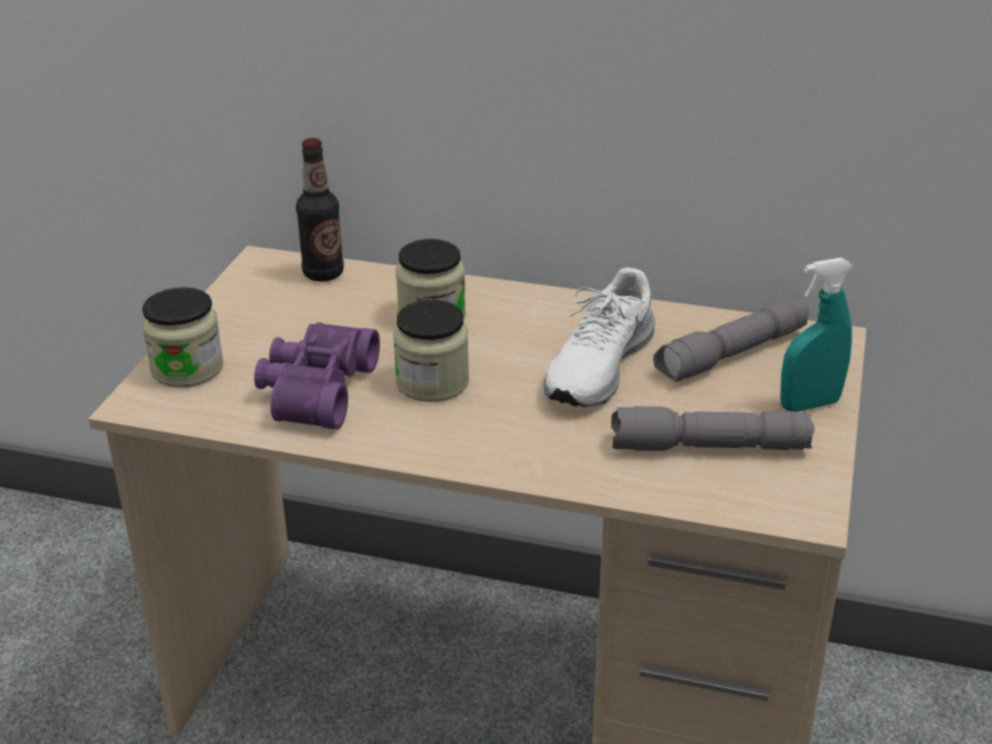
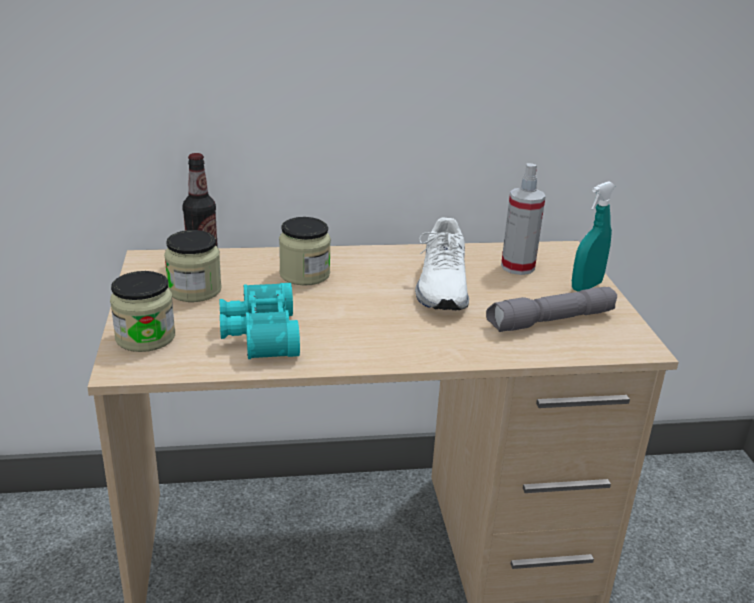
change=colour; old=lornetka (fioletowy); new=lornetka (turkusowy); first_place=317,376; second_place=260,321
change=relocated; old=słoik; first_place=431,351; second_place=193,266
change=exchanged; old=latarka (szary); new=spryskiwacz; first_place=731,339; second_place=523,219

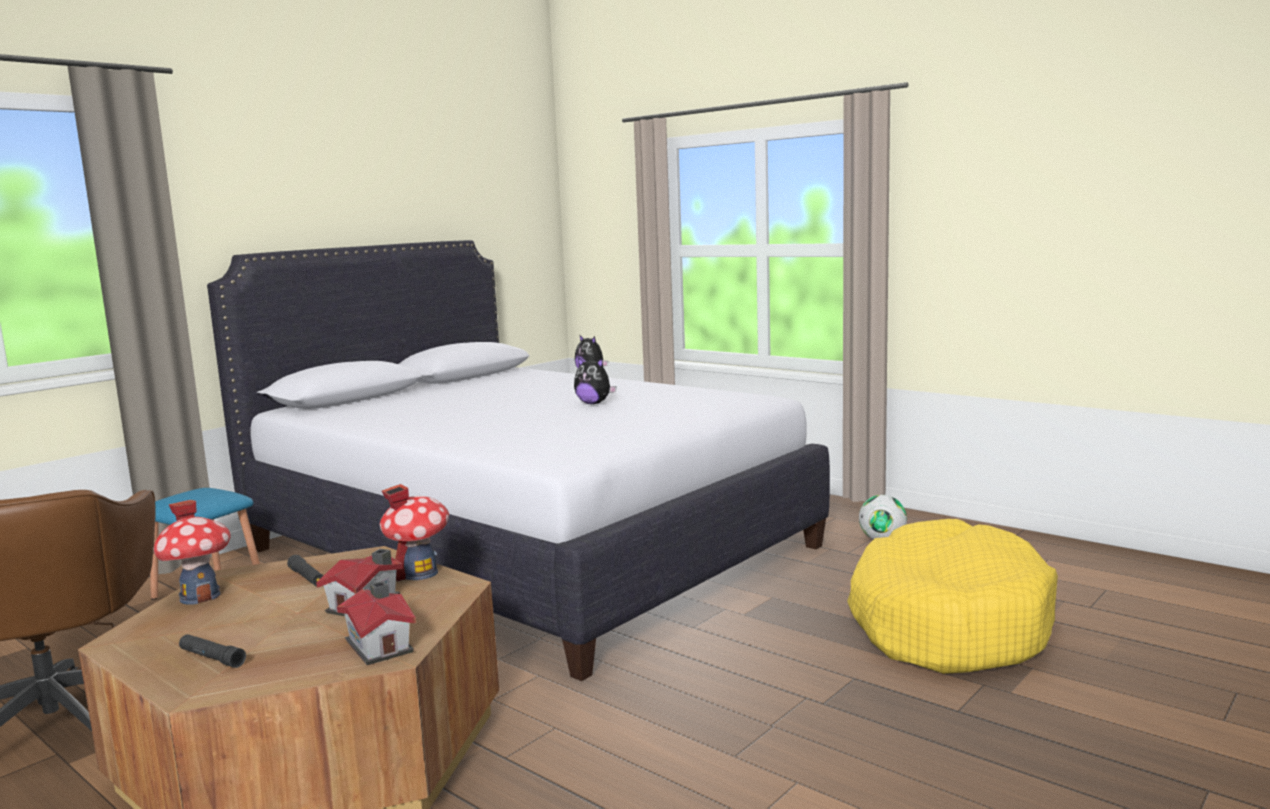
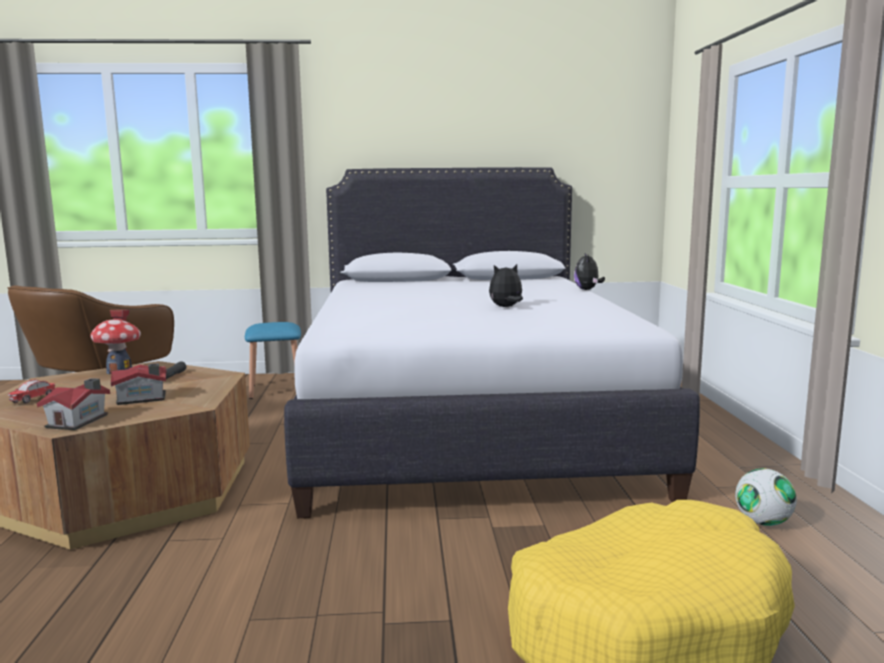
change=exchanged; old=latarka (czarny); new=samochodzik; first_place=212,651; second_place=31,392
change=missing; old=domek; first_place=414,532
change=spun; old=pluszak; first_place=595,380; second_place=506,285; degrees=90

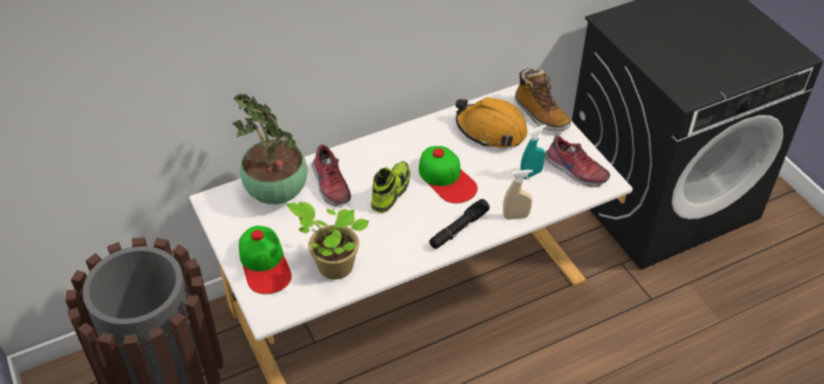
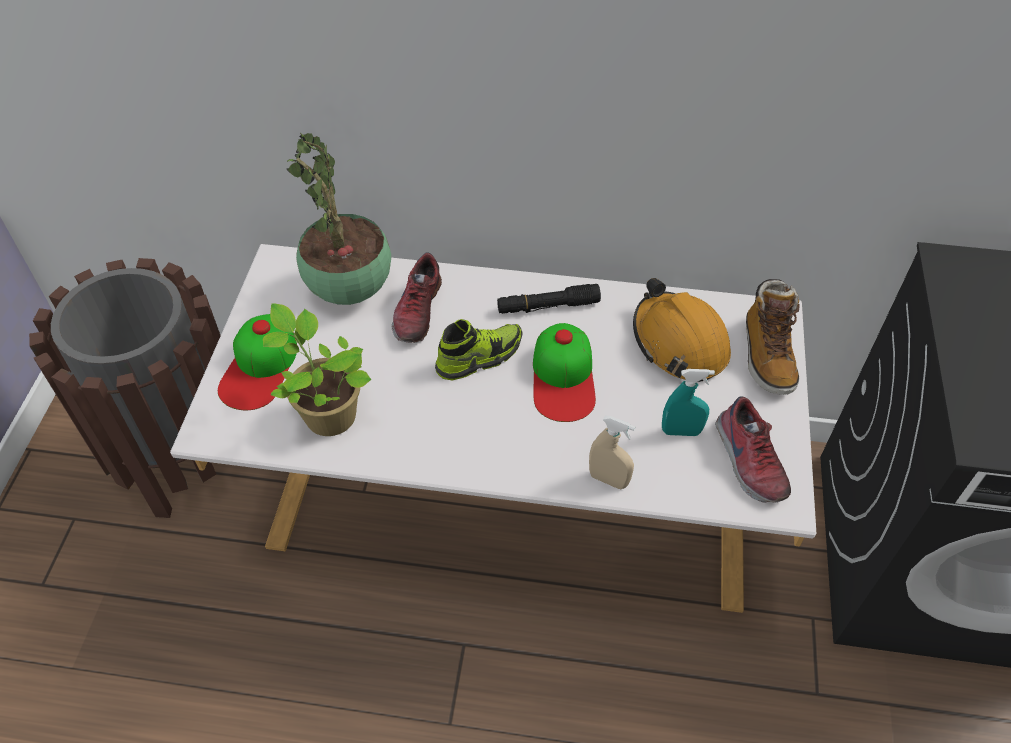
change=relocated; old=latarka (czarny); first_place=459,224; second_place=549,299

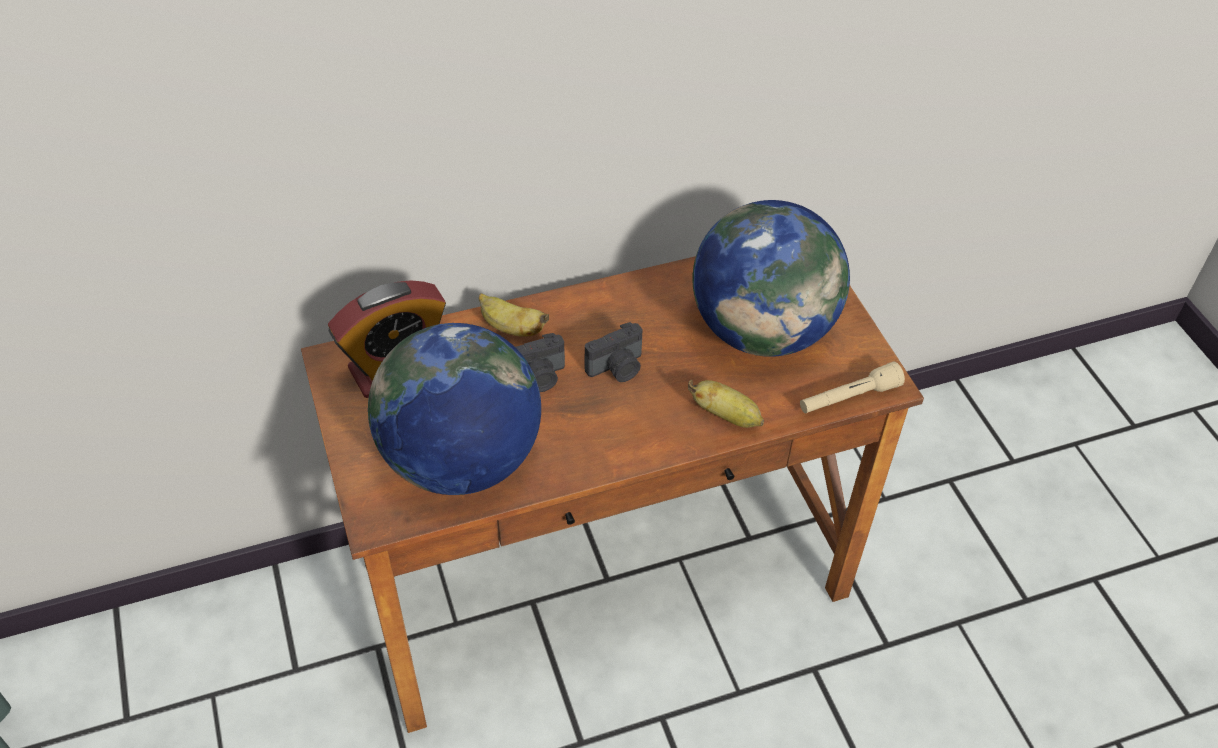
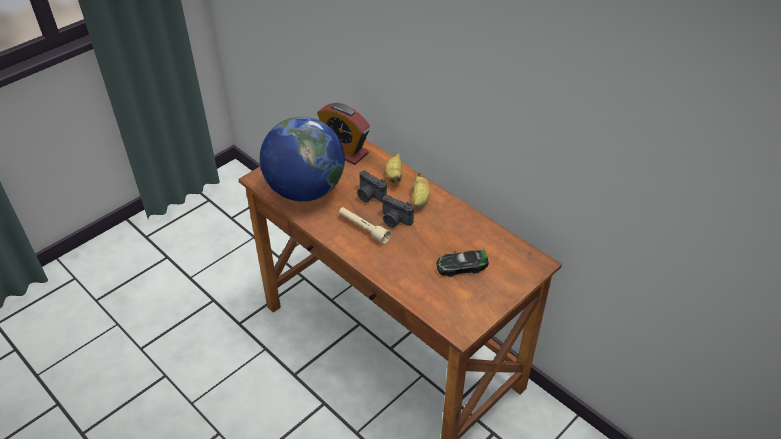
change=relocated; old=banan; first_place=726,404; second_place=421,190
change=exchanged; old=globus; new=samochodzik; first_place=771,278; second_place=462,263
change=relocated; old=latarka (beżowy); first_place=852,387; second_place=365,225

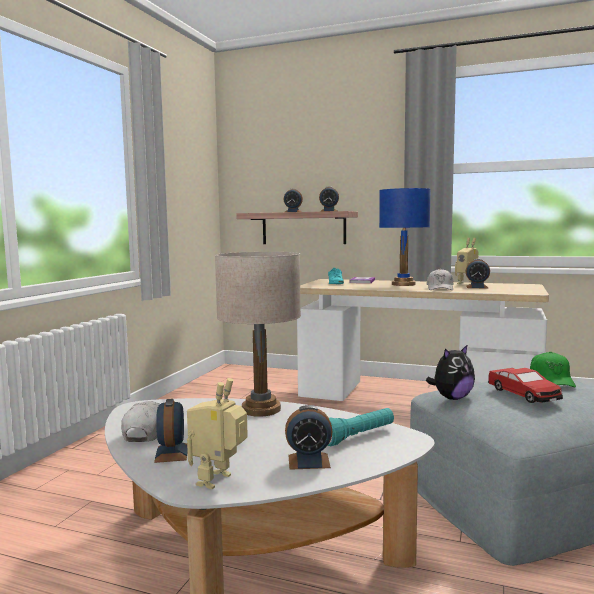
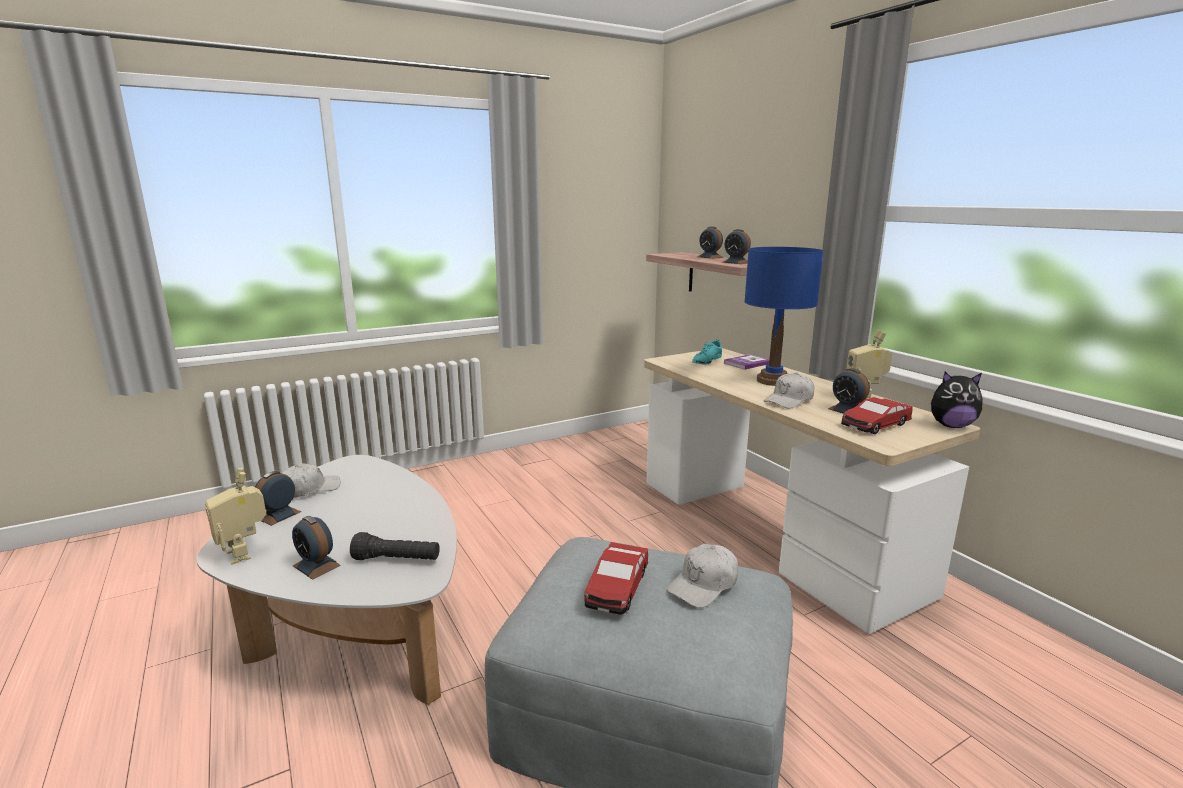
change=spun; old=robot zabawkowy; first_place=217,433; second_place=235,516; degrees=-105
change=missing; old=lampa stołowa (beżowy); first_place=258,334
change=colour; old=latarka (turkusowy); new=latarka (czarny); first_place=360,427; second_place=395,546
change=relocated; old=pluszak; first_place=450,372; second_place=956,400
change=colour; old=czapka z daszkiem (zielony); new=czapka z daszkiem (biały); first_place=553,369; second_place=702,576
change=appeared; new=samochodzik; second_place=876,415

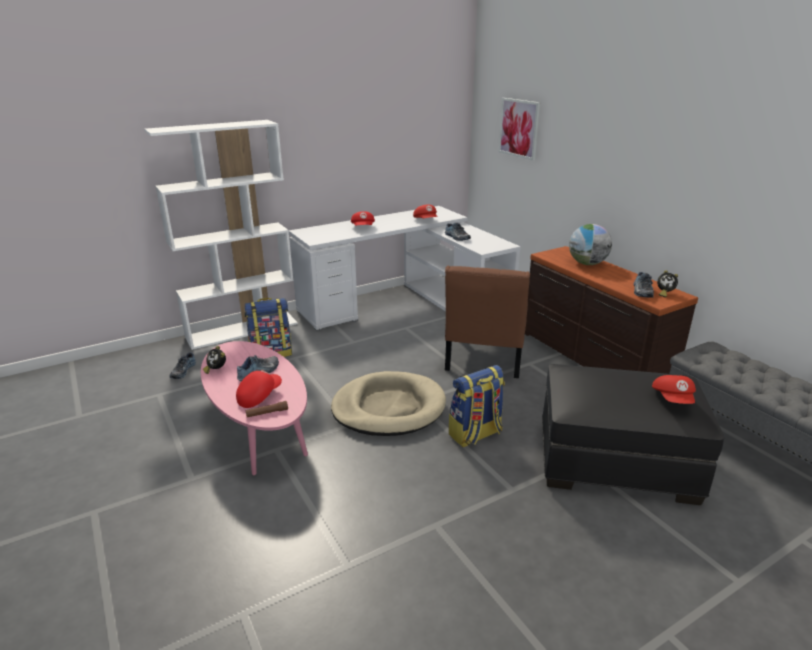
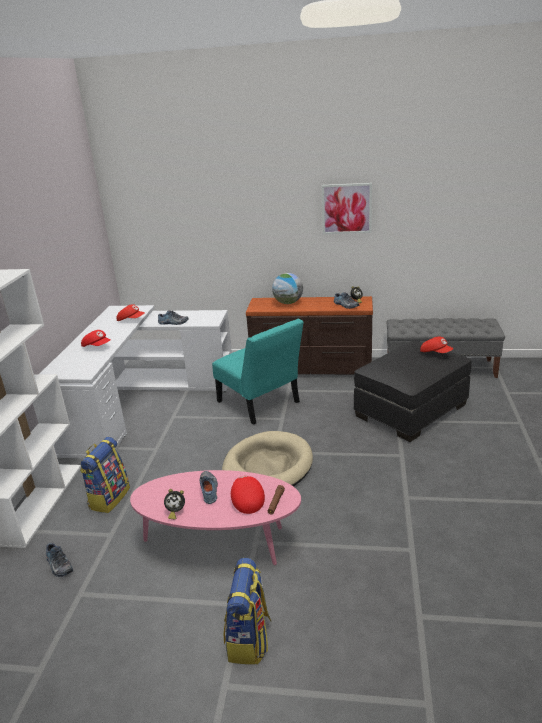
change=colour; old=krzesło (brązowy); new=krzesło (turkusowy); first_place=487,322; second_place=257,372
change=relocated; old=plecak; first_place=477,406; second_place=248,611
change=relocated; old=obraz; first_place=519,129; second_place=347,208

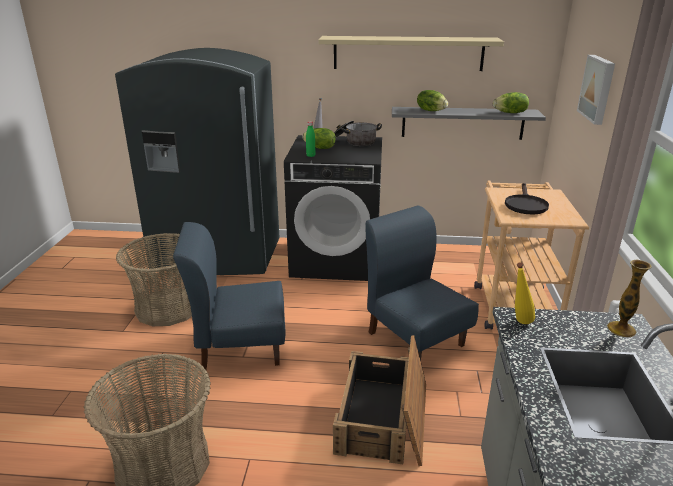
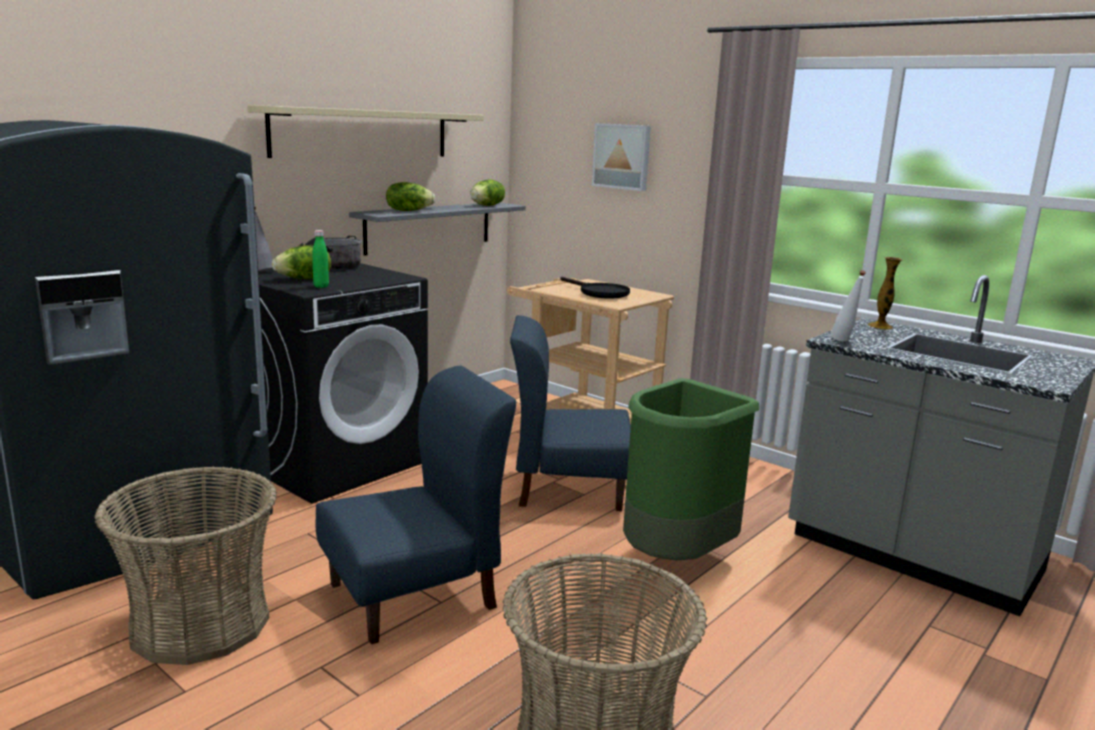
change=spun; old=krzesło (niebieski); first_place=229,296; second_place=416,505; degrees=-150
change=exchanged; old=skrzynka; new=kosz na śmieci (zielony); first_place=379,400; second_place=691,469
change=colour; old=butelka (żółty); new=butelka (biały); first_place=525,293; second_place=848,306

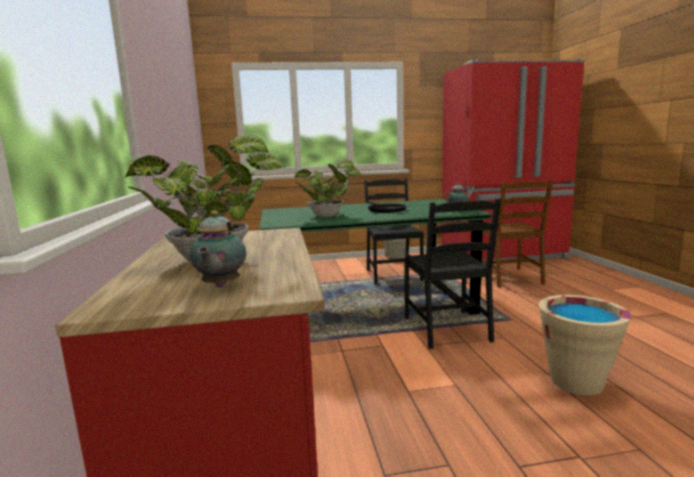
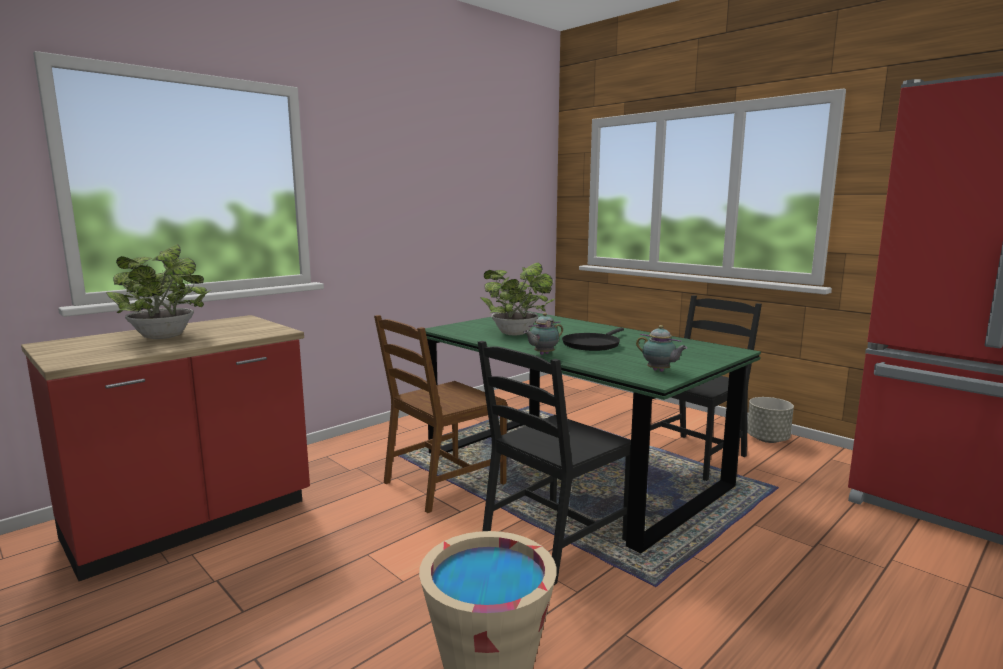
change=relocated; old=imbryk; first_place=218,249; second_place=543,334
change=relocated; old=krzesło (brązowy); first_place=517,234; second_place=440,414

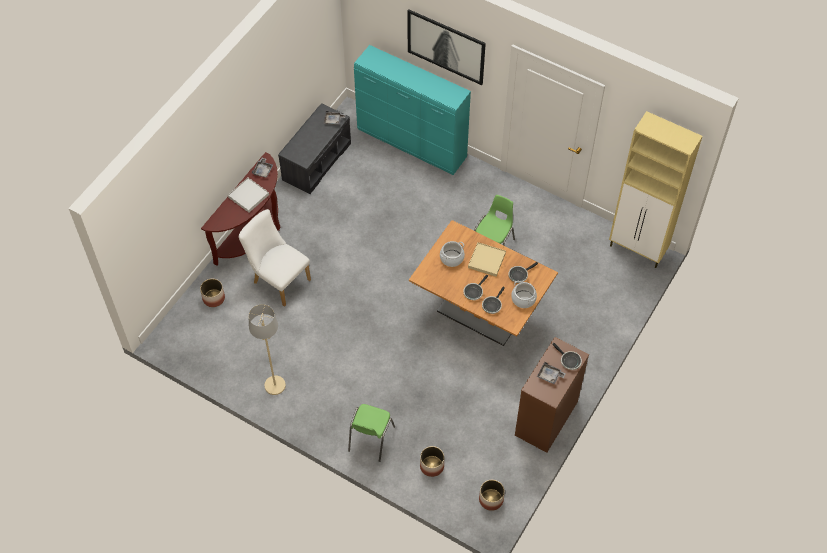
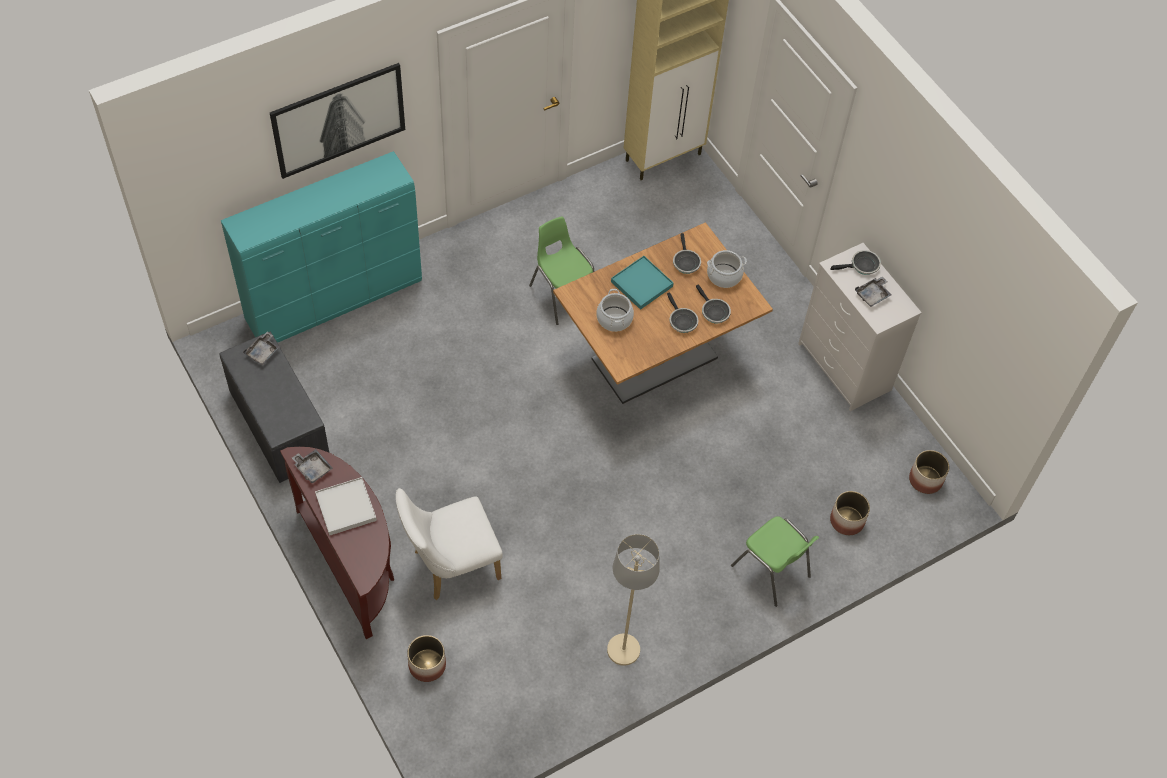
change=colour; old=taca (beżowy); new=taca (turkusowy); first_place=487,259; second_place=642,283
change=colour; old=komoda (brązowy); new=komoda (biały); first_place=552,395; second_place=860,327

